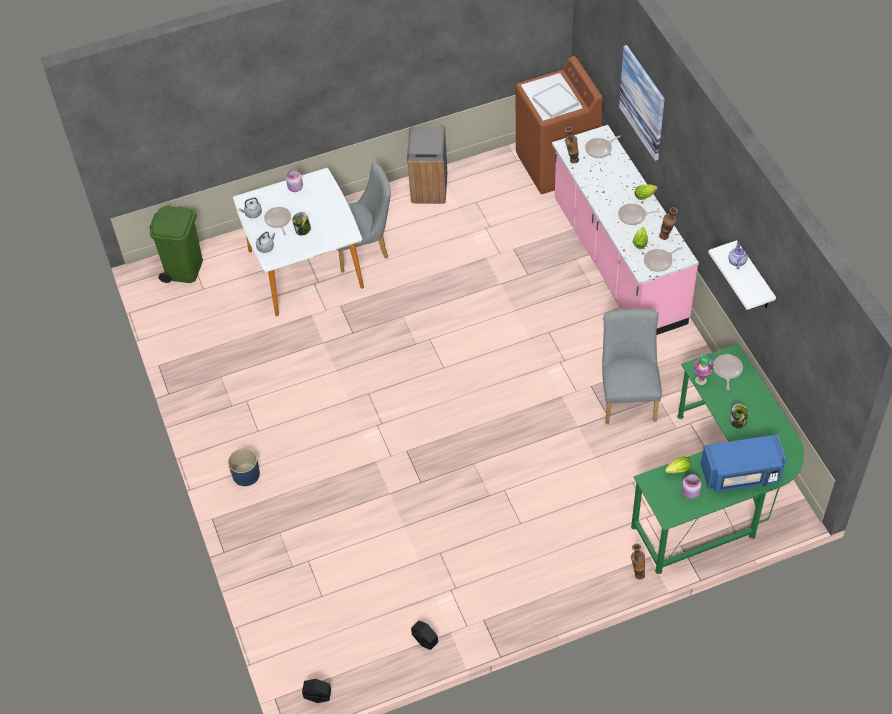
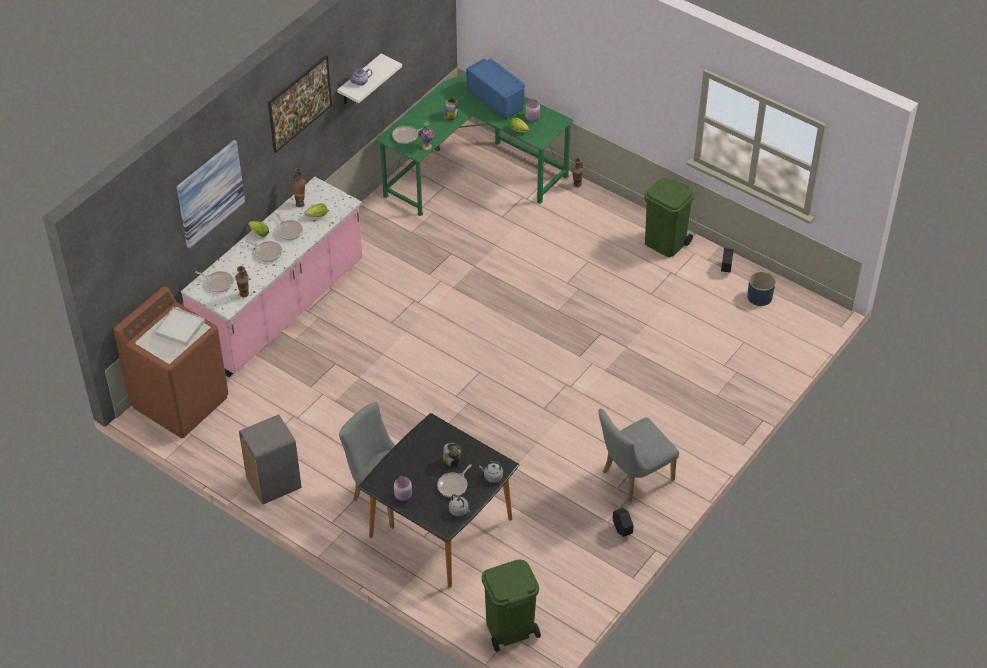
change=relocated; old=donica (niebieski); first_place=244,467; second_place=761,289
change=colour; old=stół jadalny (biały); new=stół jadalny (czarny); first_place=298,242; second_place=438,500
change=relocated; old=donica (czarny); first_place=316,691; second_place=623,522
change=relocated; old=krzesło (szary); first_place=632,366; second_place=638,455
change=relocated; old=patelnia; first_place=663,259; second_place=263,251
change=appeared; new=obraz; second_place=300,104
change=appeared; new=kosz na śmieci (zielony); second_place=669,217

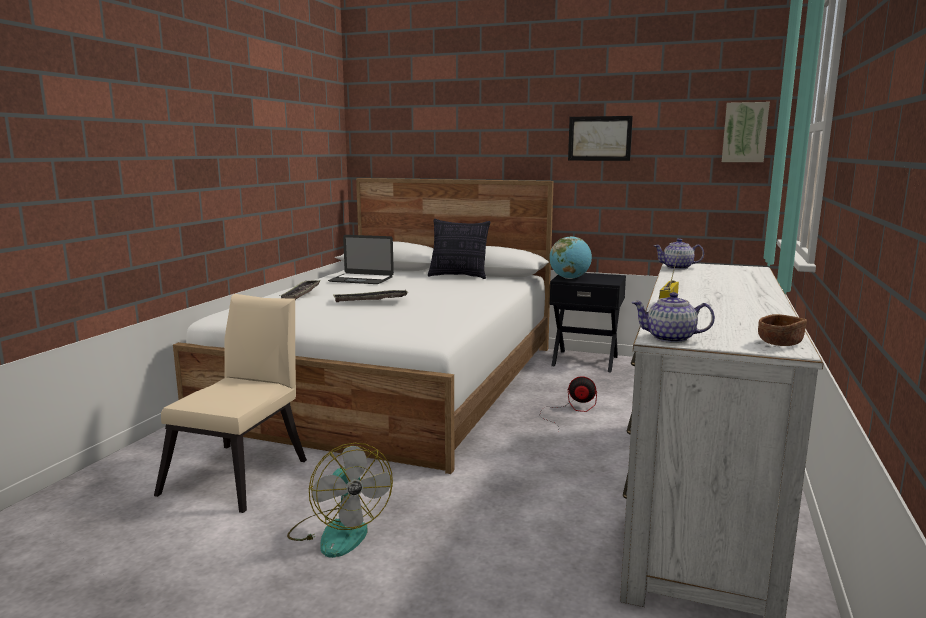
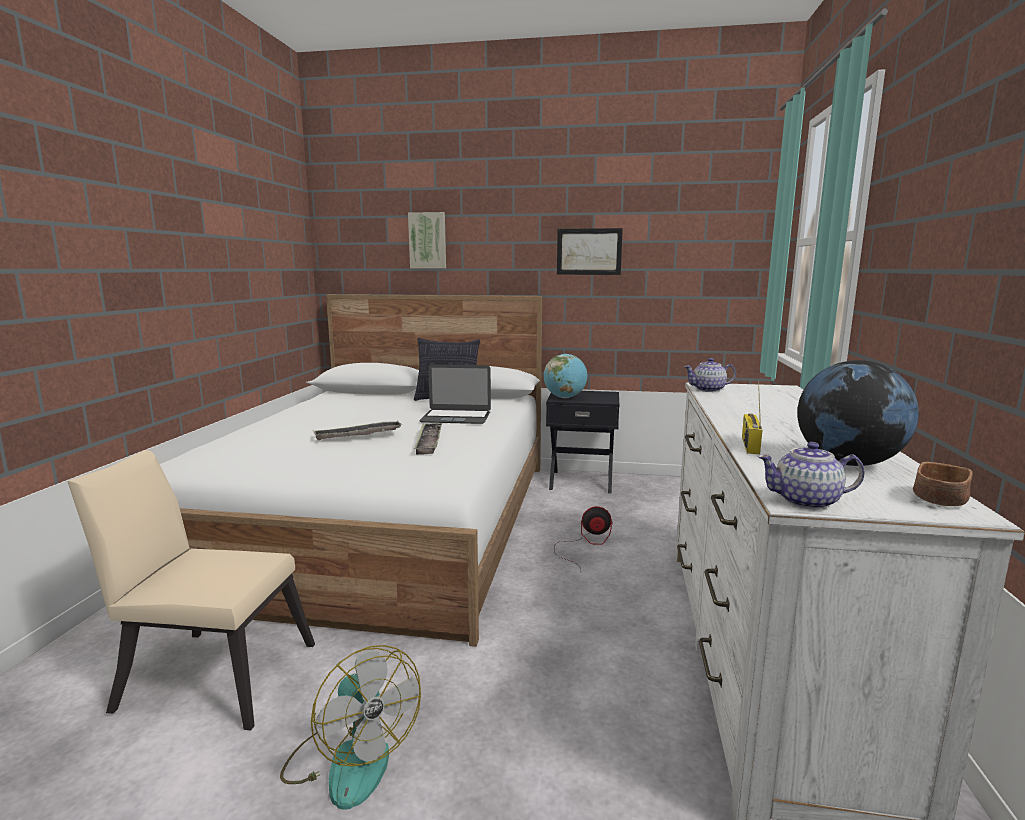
change=spun; old=krzesło (beżowy); first_place=230,403; second_place=191,590; degrees=-90
change=relocated; old=taca; first_place=300,290; second_place=428,439
change=relocated; old=laptop; first_place=361,259; second_place=455,394
change=relocated; old=obraz; first_place=746,132; second_place=427,240
change=appeared; new=globus; second_place=858,413

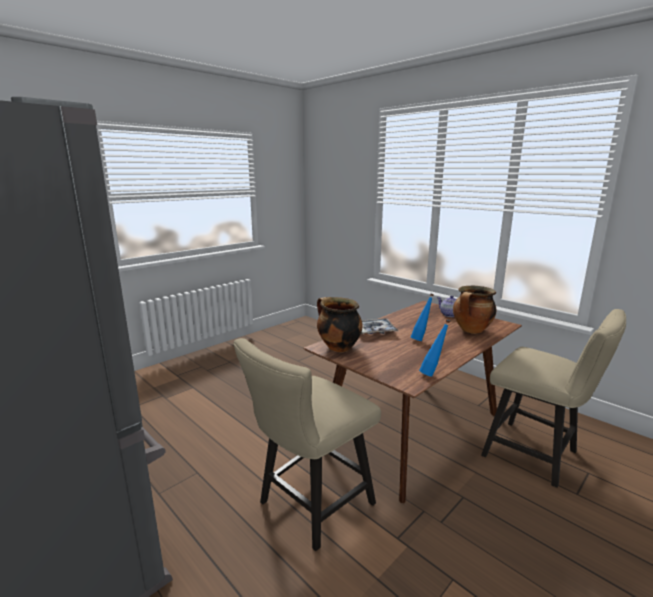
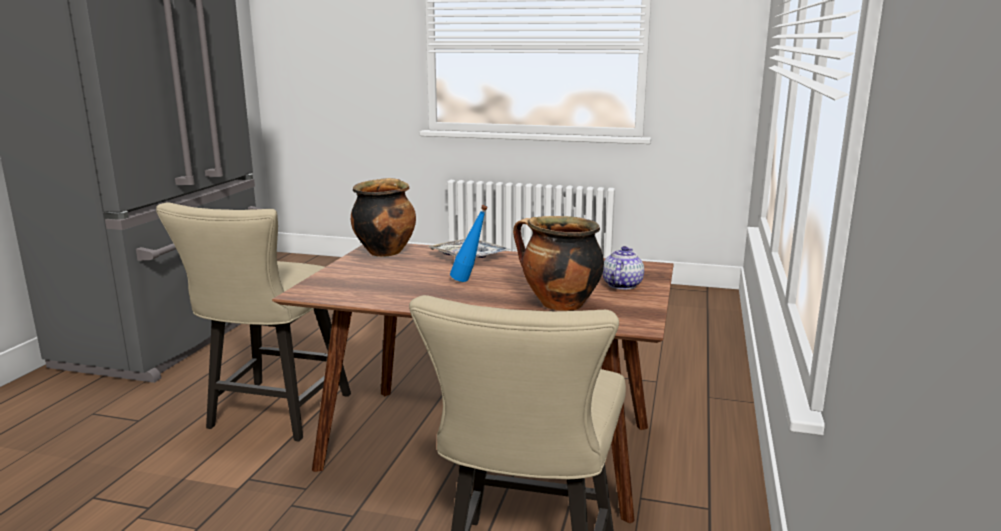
change=spun; old=krzesło (beżowy); first_place=307,444; second_place=253,322; degrees=-90
change=missing; old=butelka (niebieski); first_place=434,348

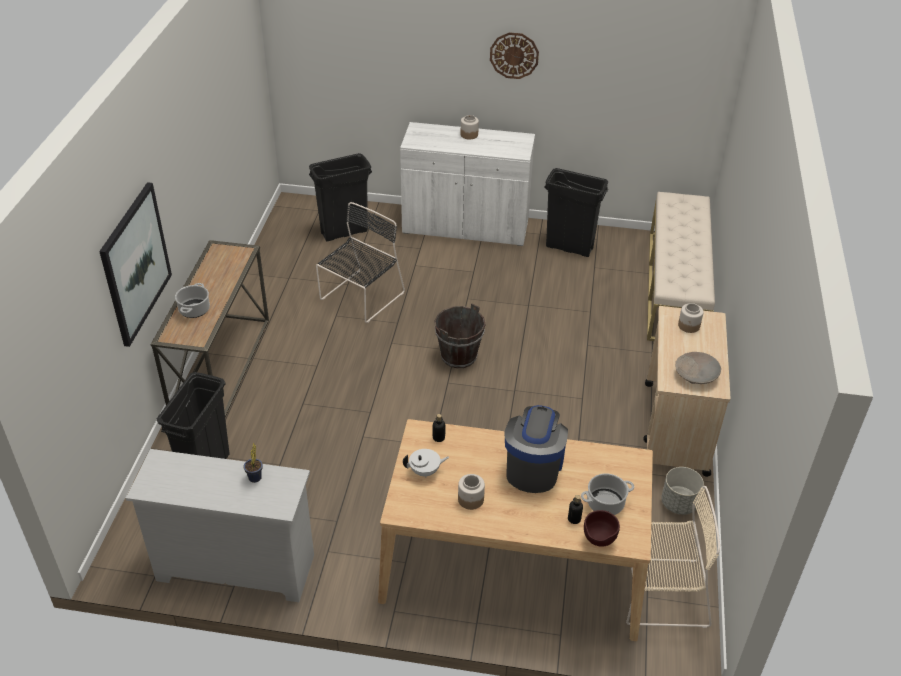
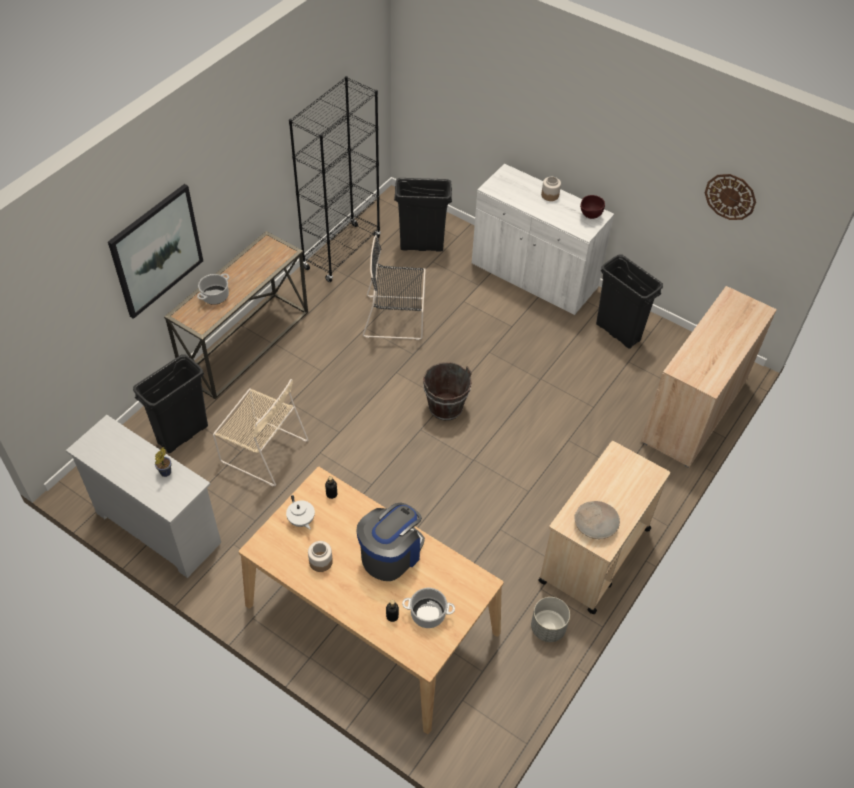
change=spun; old=krzesło (czarny); first_place=360,262; second_place=394,287; degrees=-150
change=spun; old=imbryk (biały); first_place=426,463; second_place=300,512; degrees=45
change=relocated; old=zegar ścienny; first_place=514,55; second_place=730,197
change=relocated; old=miska (brązowy); first_place=602,528; second_place=592,207
change=relocated; old=krzesło (beżowy); first_place=673,557; second_place=261,432
change=exchanged; old=ławka (beżowy); new=szafka (beżowy); first_place=681,266; second_place=709,377
change=missing; old=słoik; first_place=691,318
change=appeared; new=regał (czarny); second_place=335,179

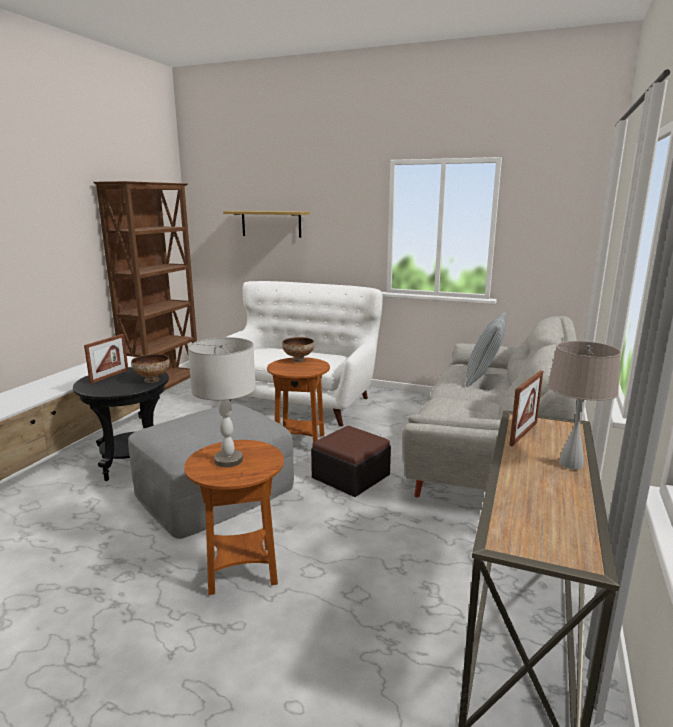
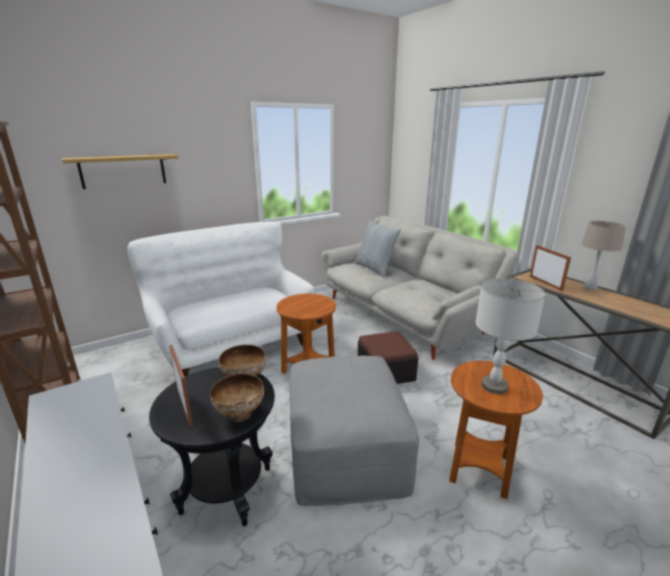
change=relocated; old=miska; first_place=298,349; second_place=237,397

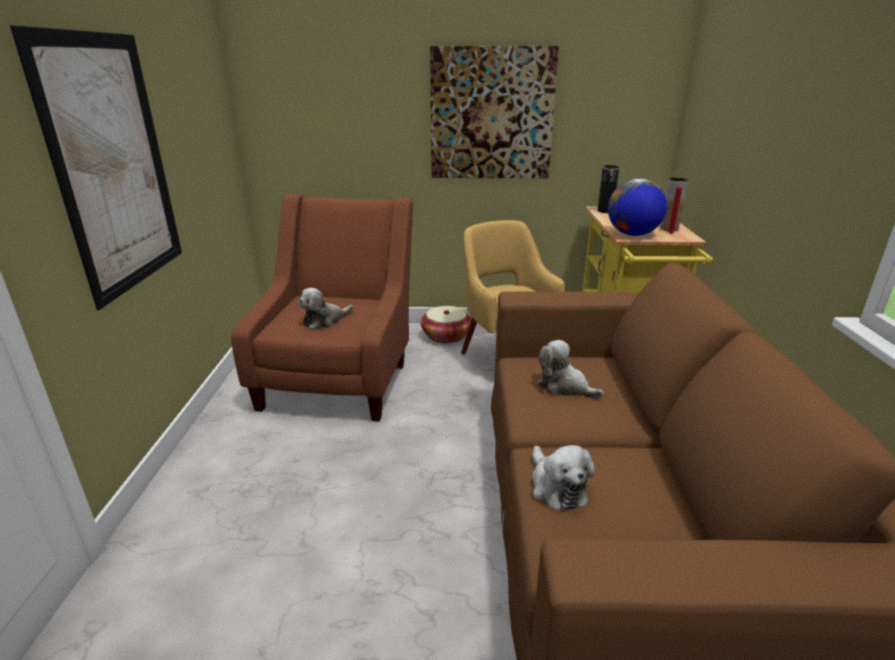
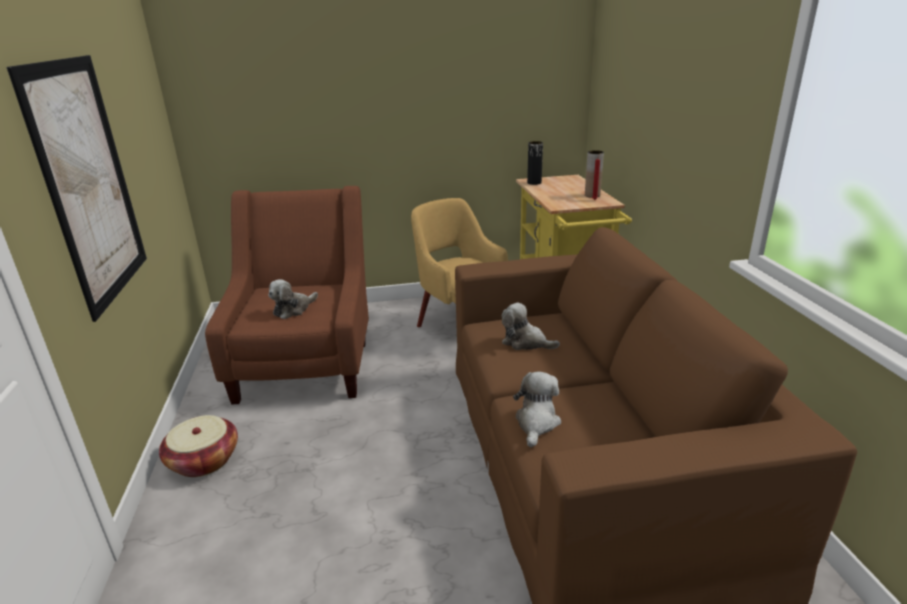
change=relocated; old=koszyk; first_place=445,325; second_place=198,446
change=missing; old=obraz; first_place=494,112
change=spun; old=pluszak; first_place=564,478; second_place=537,409; degrees=-135
change=missing; old=globus; first_place=637,207

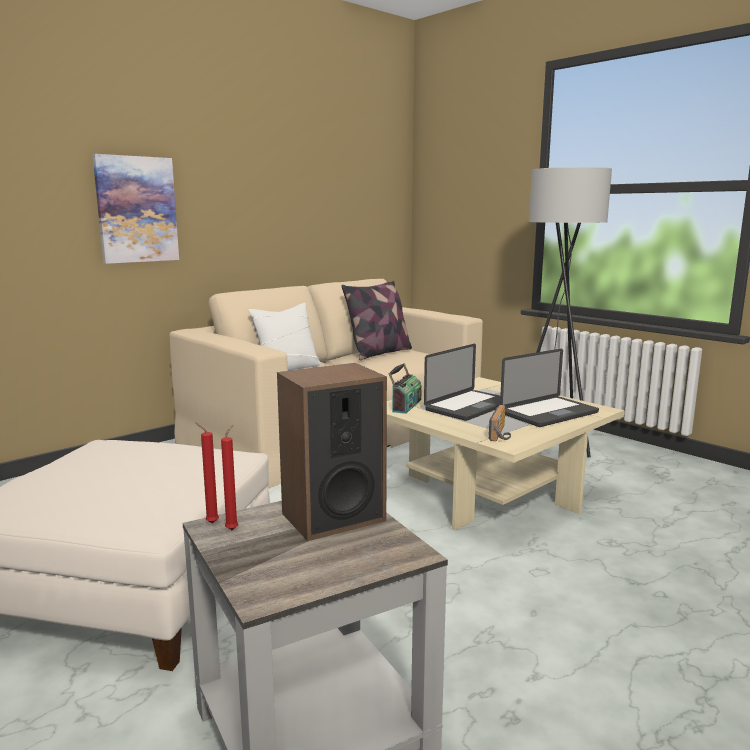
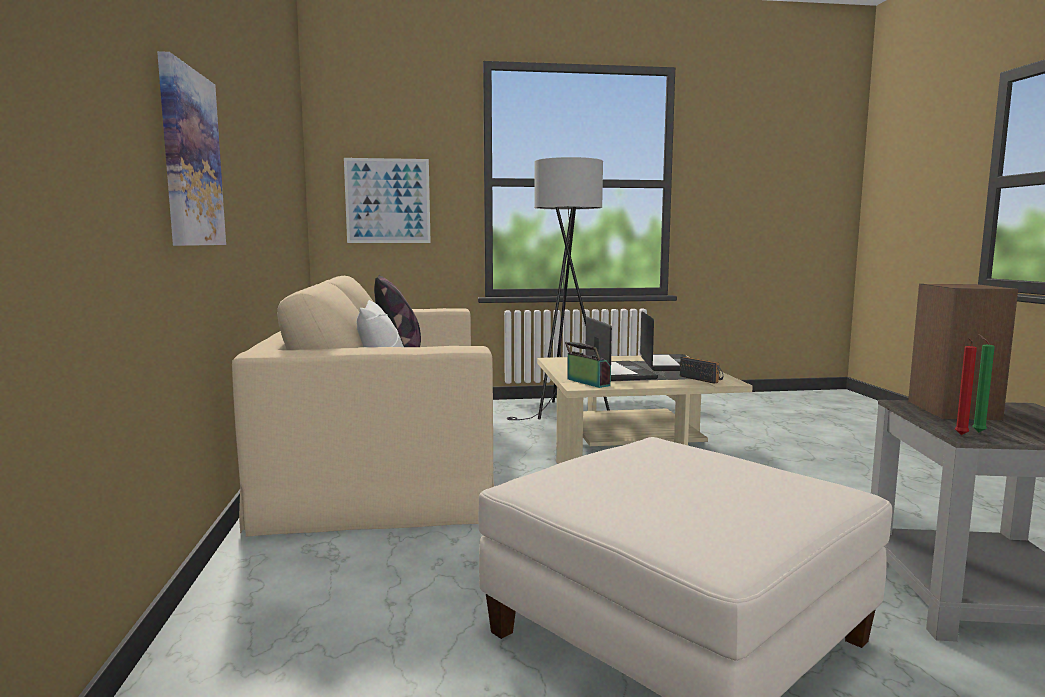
change=colour; old=świeca (czerwony); new=świeca (zielony); first_place=229,477; second_place=983,383
change=appeared; new=obraz; second_place=387,200

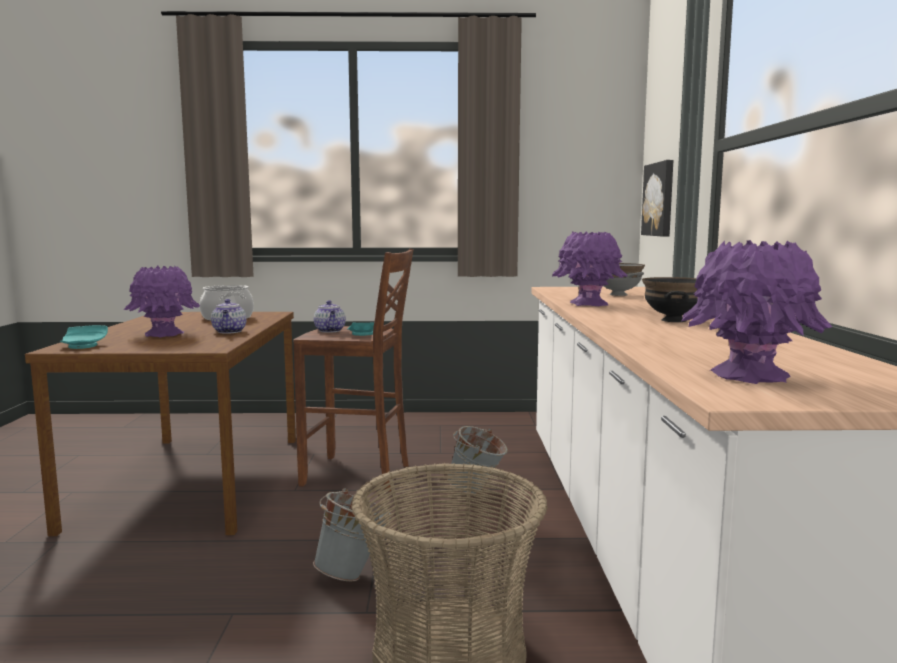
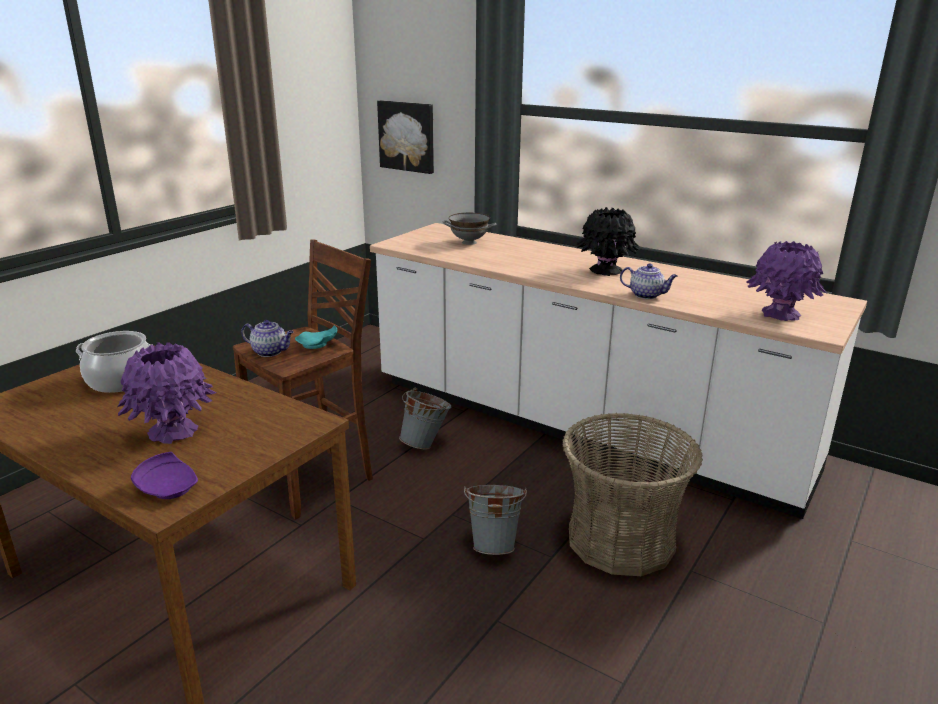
change=colour; old=talerz (turkusowy); new=talerz (fioletowy); first_place=84,337; second_place=164,475
change=relocated; old=imbryk; first_place=229,316; second_place=649,281
change=missing; old=wazon (fioletowy); first_place=589,268
change=exchanged; old=miska (czarny); new=wazon (czarny); first_place=670,299; second_place=608,241

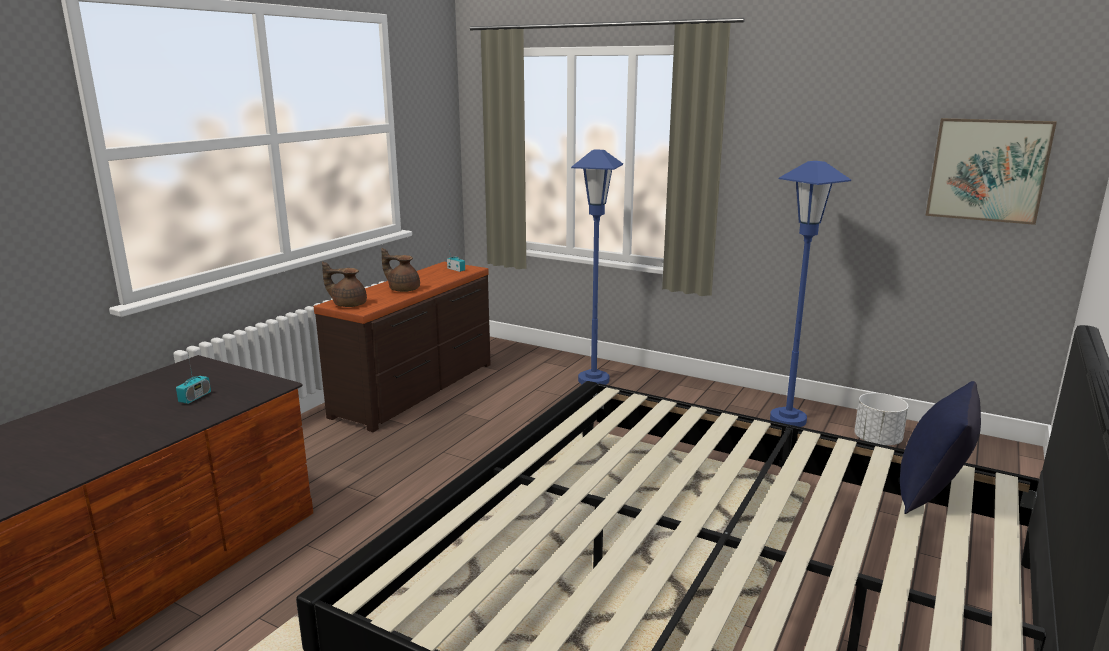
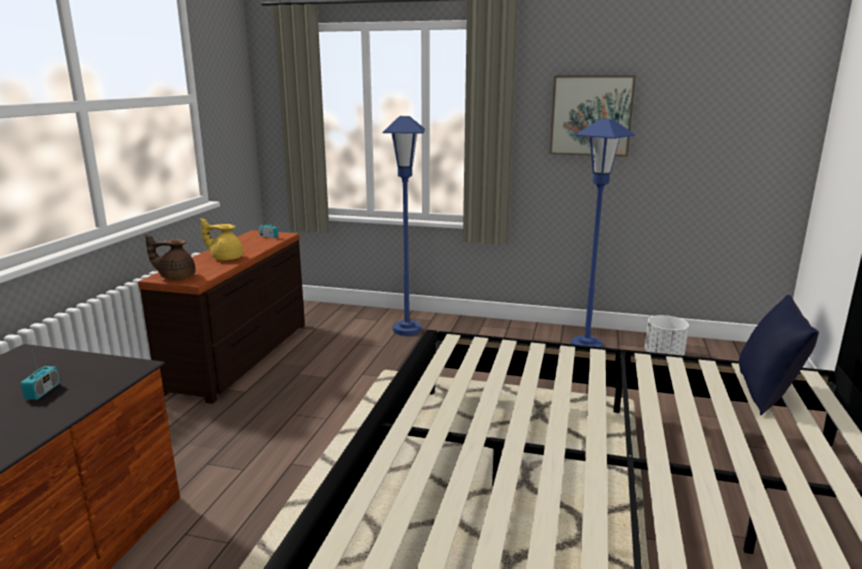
change=colour; old=imbryk (brązowy); new=imbryk (żółty); first_place=400,270; second_place=222,239
change=relocated; old=obraz; first_place=991,171; second_place=593,116

